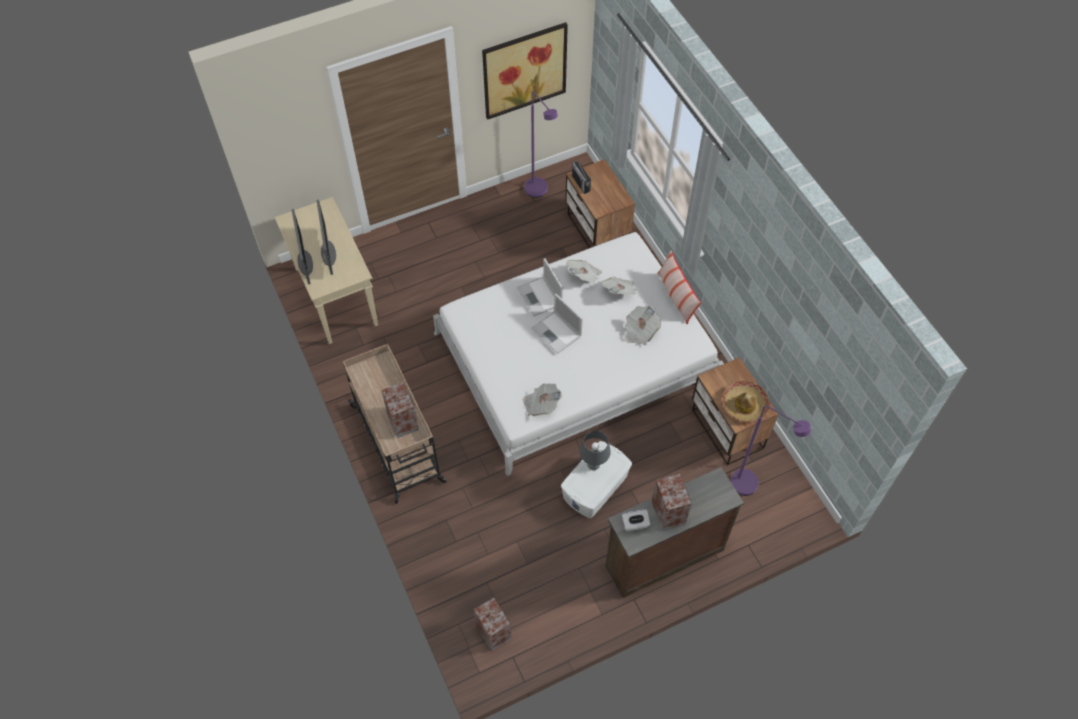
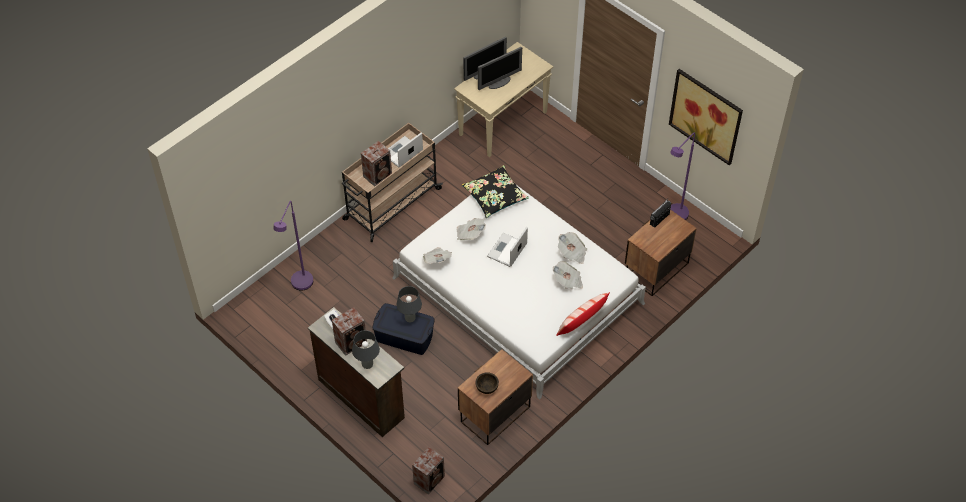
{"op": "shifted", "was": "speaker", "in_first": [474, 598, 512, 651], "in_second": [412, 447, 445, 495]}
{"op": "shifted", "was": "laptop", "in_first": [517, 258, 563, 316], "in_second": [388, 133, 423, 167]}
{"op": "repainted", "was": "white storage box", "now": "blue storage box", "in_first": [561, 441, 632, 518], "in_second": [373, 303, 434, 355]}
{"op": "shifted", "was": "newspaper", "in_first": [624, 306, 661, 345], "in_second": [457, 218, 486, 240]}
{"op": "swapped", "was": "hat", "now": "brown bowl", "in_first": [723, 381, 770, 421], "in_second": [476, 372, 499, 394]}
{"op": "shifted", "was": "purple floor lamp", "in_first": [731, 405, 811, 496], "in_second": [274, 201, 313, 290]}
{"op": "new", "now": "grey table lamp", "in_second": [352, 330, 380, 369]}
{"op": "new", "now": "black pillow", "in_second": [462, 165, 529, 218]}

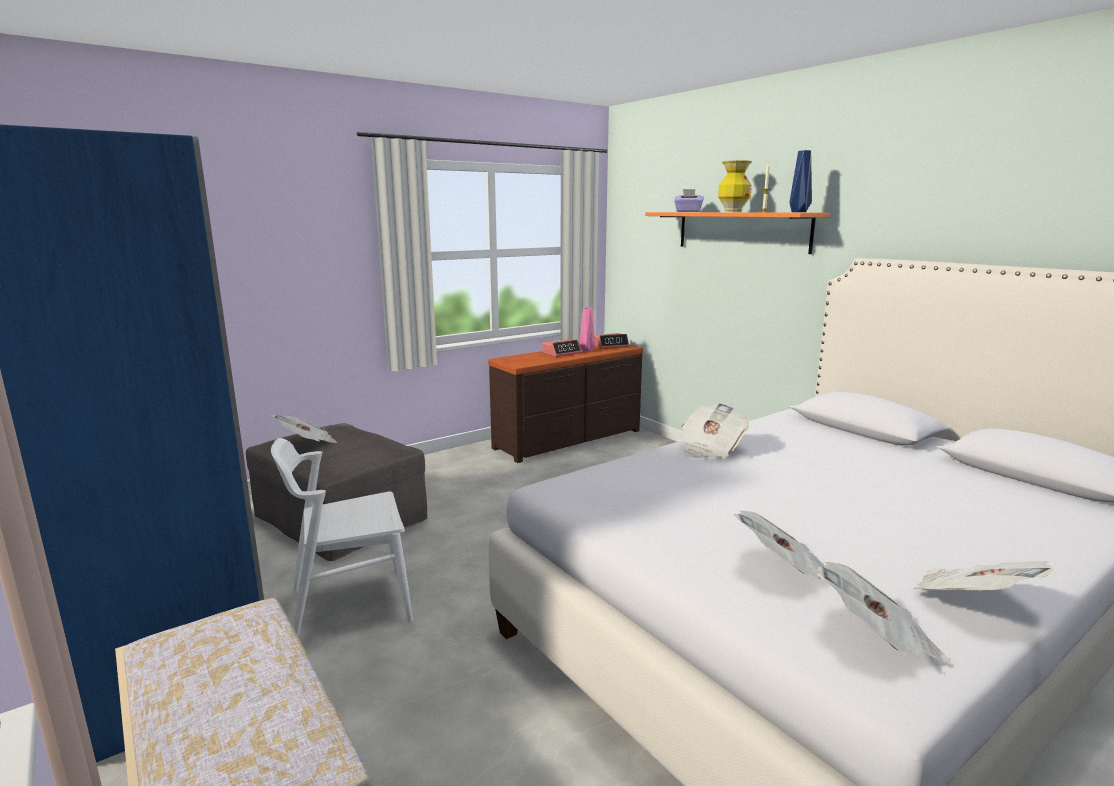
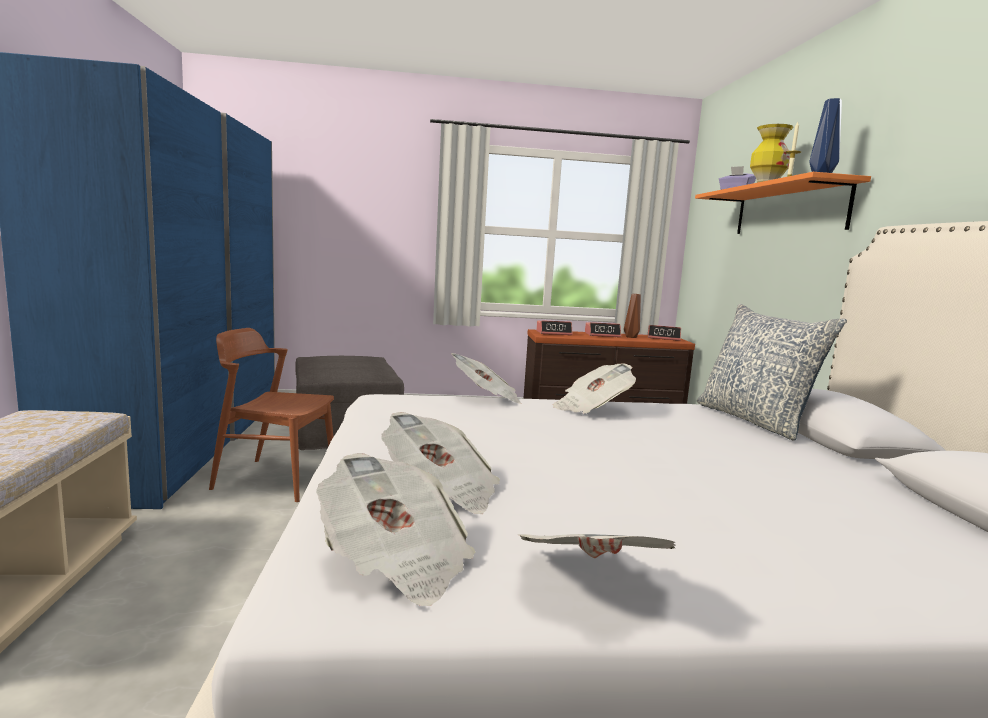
{"op": "repainted", "was": "white chair", "now": "brown chair", "in_first": [271, 438, 413, 637], "in_second": [209, 328, 334, 502]}
{"op": "shifted", "was": "newspaper", "in_first": [272, 415, 338, 443], "in_second": [451, 353, 521, 404]}
{"op": "repainted", "was": "pink vase", "now": "brown vase", "in_first": [579, 308, 595, 351], "in_second": [624, 294, 641, 338]}
{"op": "new", "now": "alarm clock", "in_second": [536, 320, 573, 335]}
{"op": "new", "now": "pillow", "in_second": [697, 304, 847, 441]}

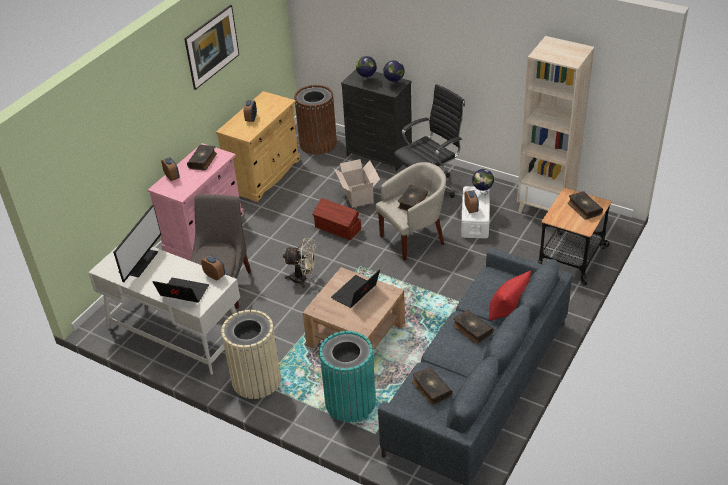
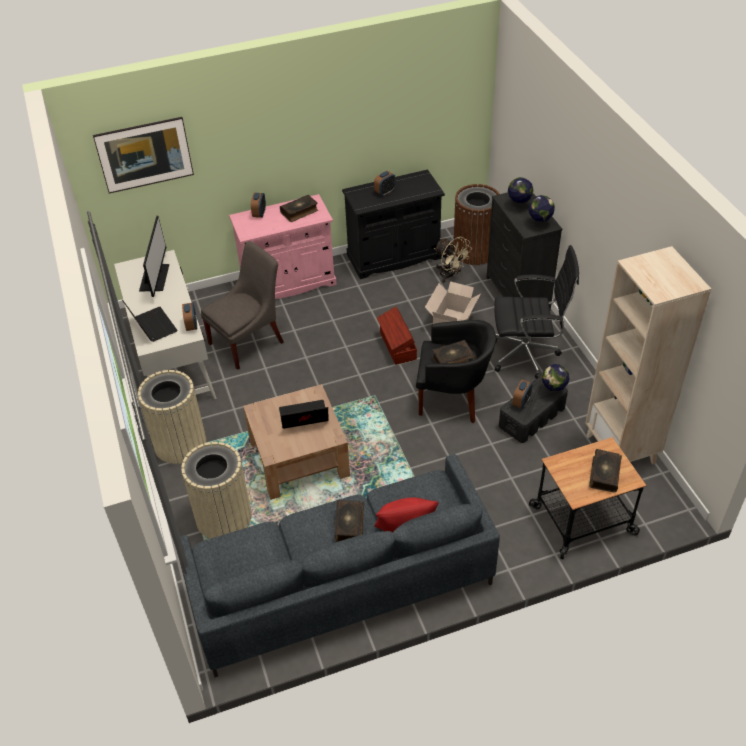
{"op": "rotated", "was": "monitor", "in_first": [113, 205, 161, 282], "in_second": [139, 216, 169, 297], "clockwise": -60}
{"op": "shifted", "was": "picture", "in_first": [184, 5, 239, 90], "in_second": [93, 117, 194, 194]}
{"op": "repainted", "was": "beige cabinet", "now": "black cabinet", "in_first": [216, 91, 300, 202], "in_second": [342, 169, 445, 279]}
{"op": "shifted", "was": "beige fan", "in_first": [283, 238, 316, 288], "in_second": [434, 237, 472, 282]}
{"op": "repainted", "was": "turquoise trash can", "now": "beige trash can", "in_first": [319, 331, 376, 422], "in_second": [181, 442, 252, 539]}
{"op": "repainted", "was": "beige armchair", "now": "black armchair", "in_first": [376, 162, 446, 261], "in_second": [416, 320, 496, 423]}
{"op": "gone", "was": "book", "in_first": [412, 367, 452, 406]}
{"op": "repainted", "was": "white storage box", "now": "black storage box", "in_first": [461, 186, 490, 238], "in_second": [499, 375, 568, 443]}

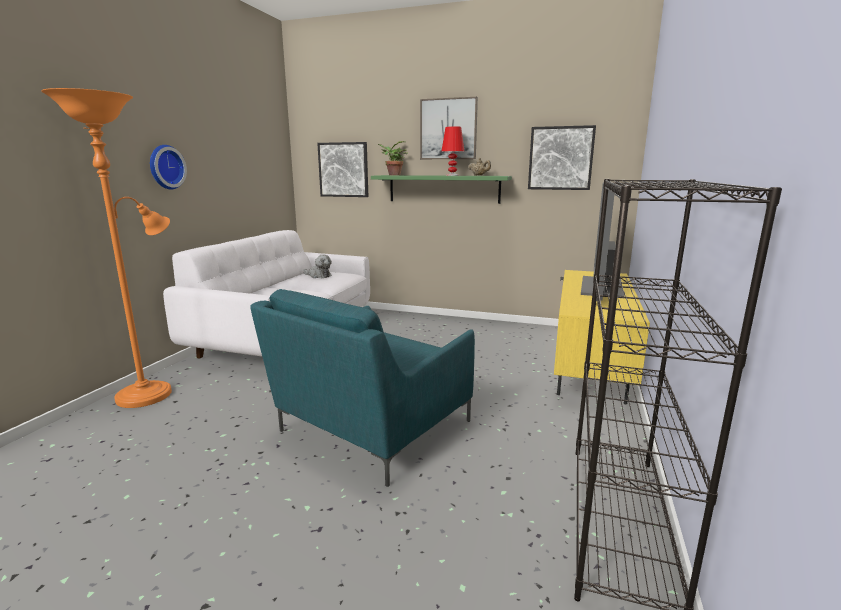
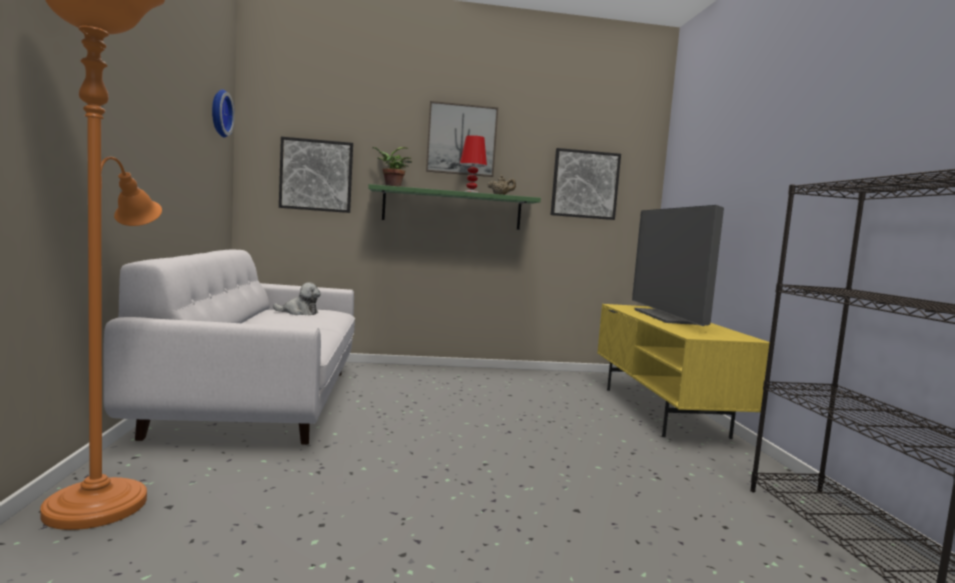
{"op": "shifted", "was": "wall clock", "in_first": [150, 145, 187, 189], "in_second": [212, 89, 235, 137]}
{"op": "gone", "was": "turquoise armchair", "in_first": [250, 289, 475, 487]}

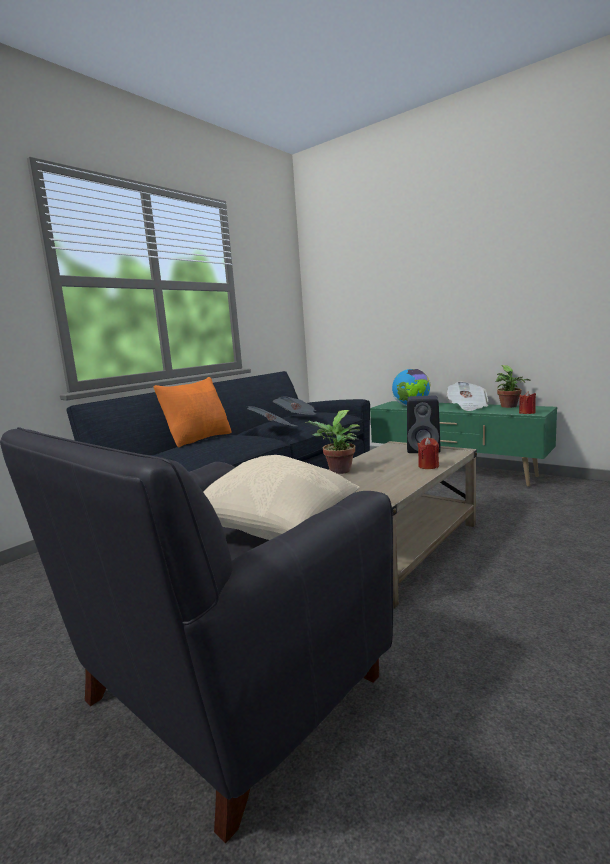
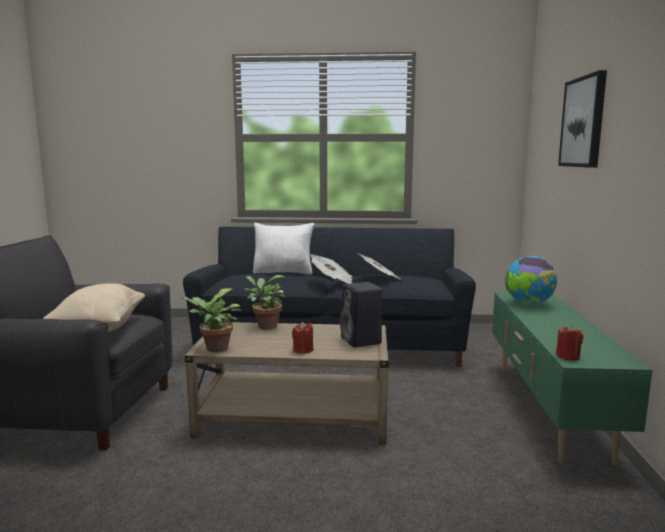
{"op": "repainted", "was": "orange pillow", "now": "white pillow", "in_first": [154, 377, 232, 447], "in_second": [253, 223, 314, 275]}
{"op": "gone", "was": "newspaper", "in_first": [447, 381, 488, 411]}
{"op": "shifted", "was": "potted plant", "in_first": [496, 365, 531, 408], "in_second": [180, 288, 241, 352]}
{"op": "new", "now": "picture", "in_second": [558, 70, 607, 168]}

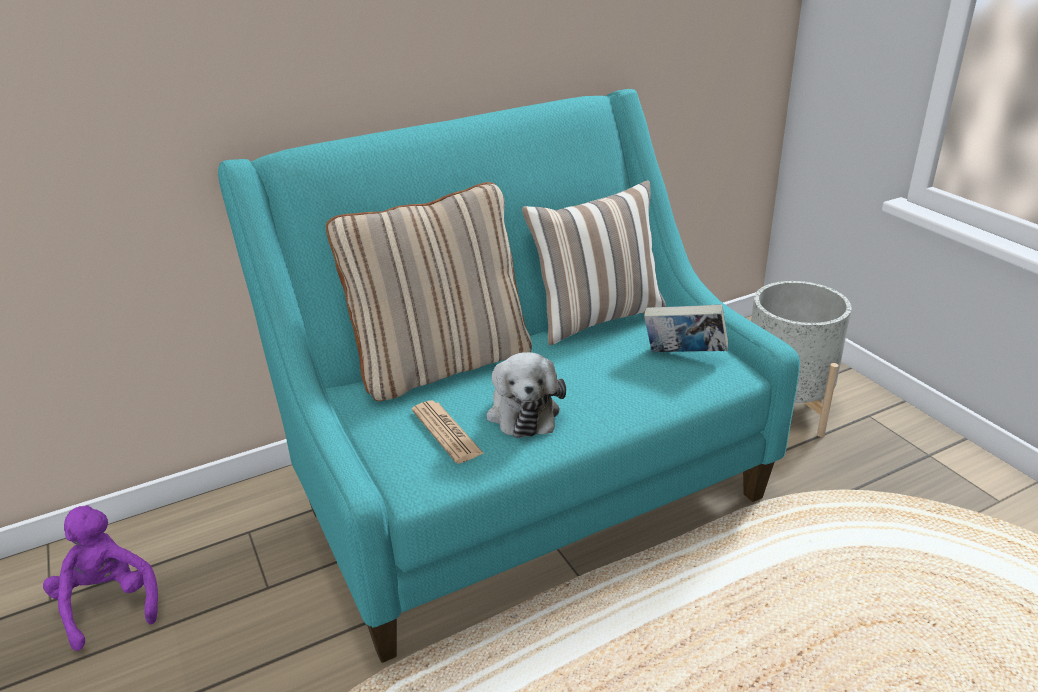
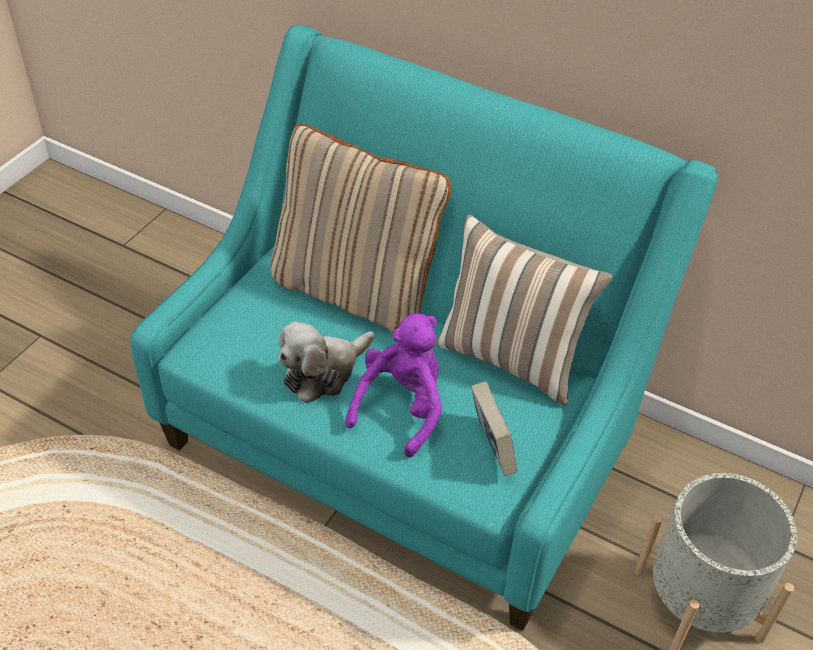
{"op": "shifted", "was": "purple plush toy", "in_first": [43, 505, 158, 651], "in_second": [345, 313, 442, 458]}
{"op": "gone", "was": "newspaper", "in_first": [412, 401, 484, 464]}

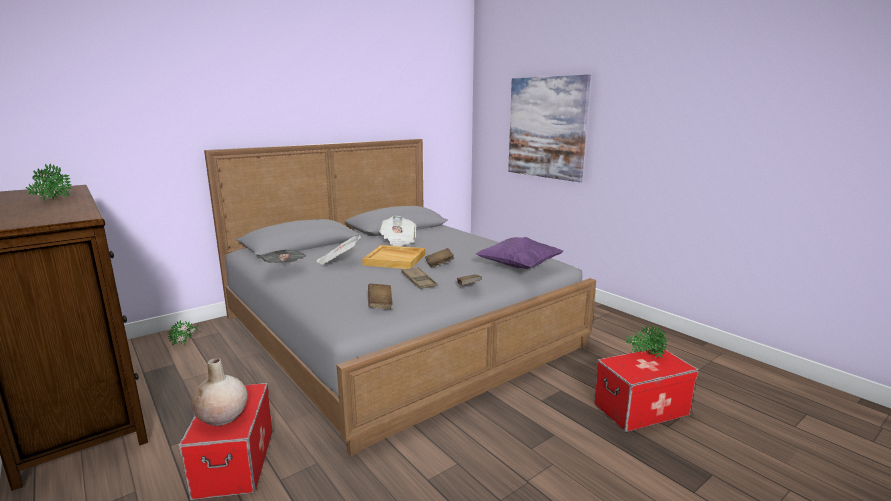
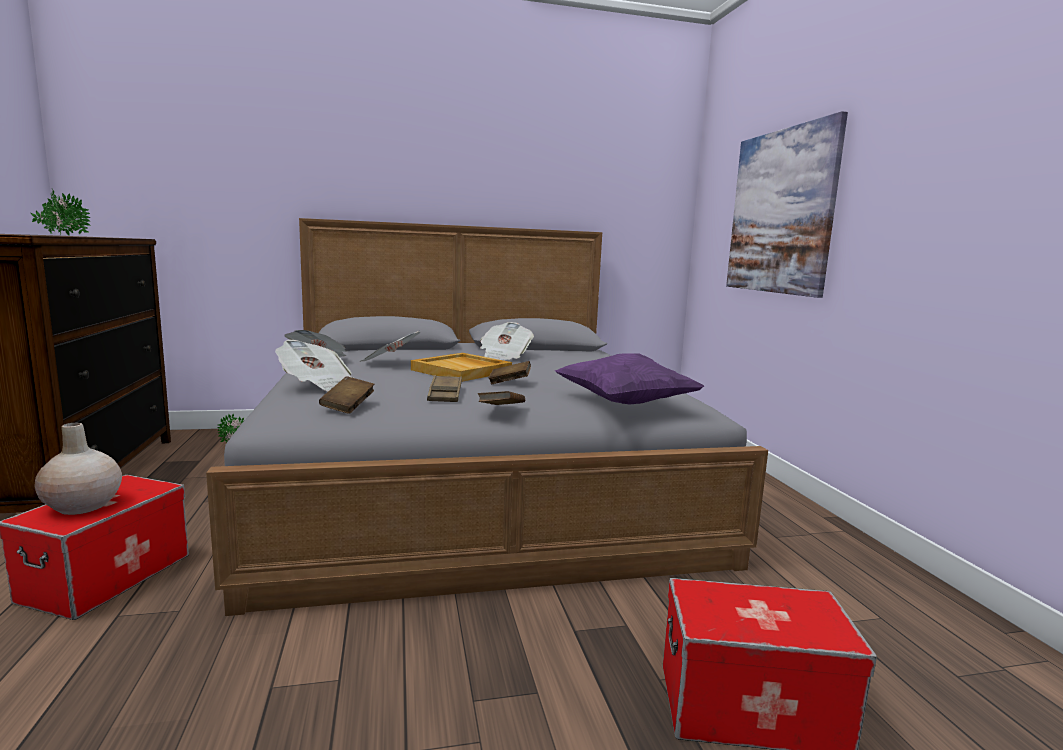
{"op": "shifted", "was": "potted plant", "in_first": [625, 325, 667, 358], "in_second": [43, 189, 67, 236]}
{"op": "new", "now": "newspaper", "in_second": [275, 340, 353, 391]}

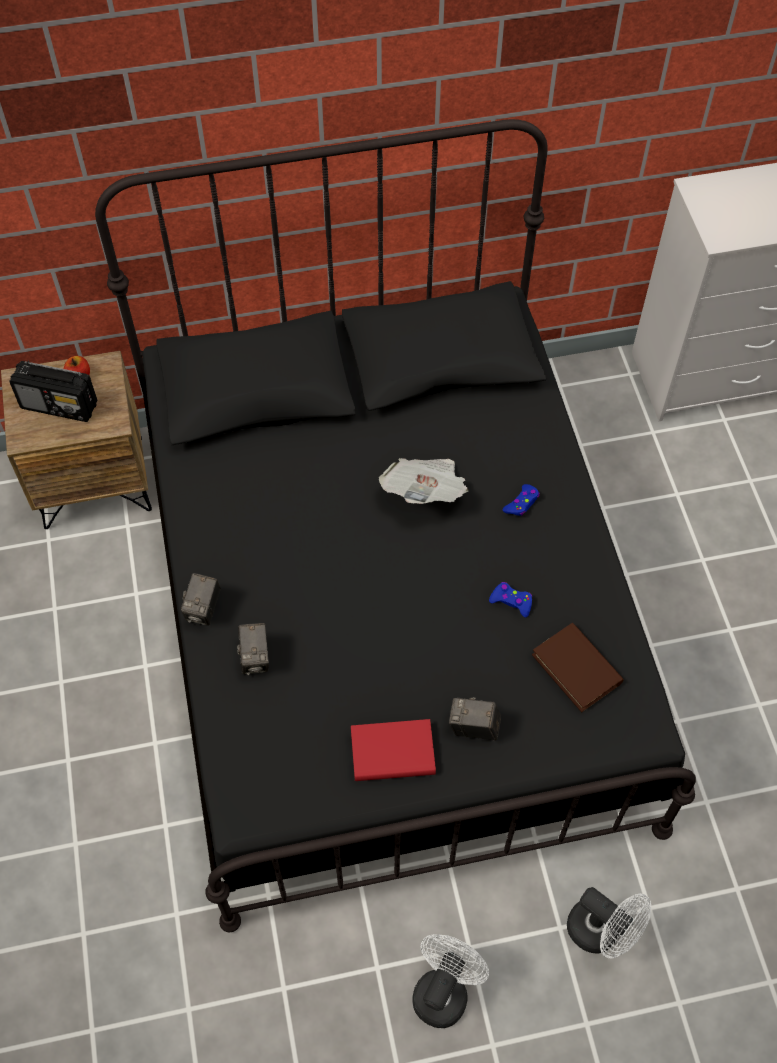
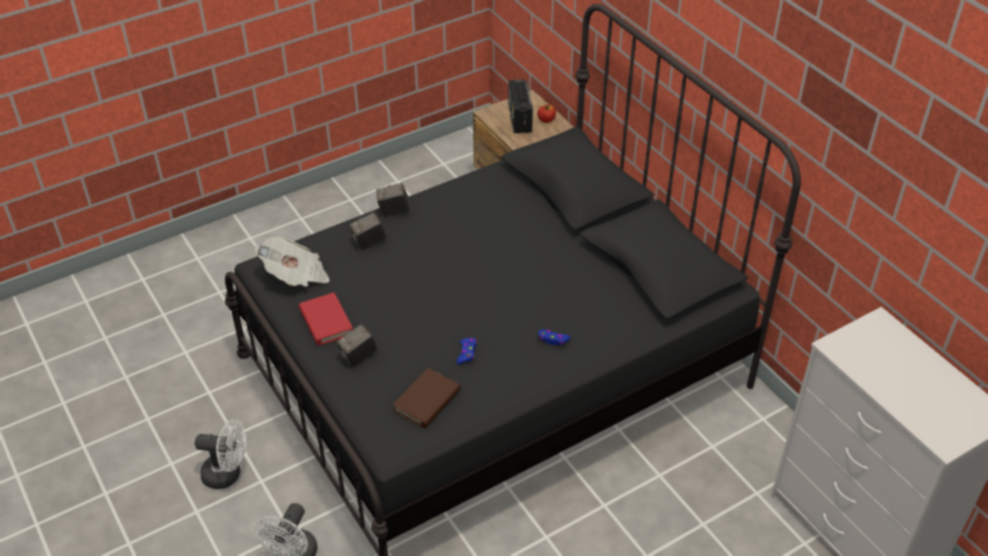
{"op": "shifted", "was": "newspaper", "in_first": [379, 458, 468, 504], "in_second": [255, 236, 330, 287]}
{"op": "rotated", "was": "photo camera", "in_first": [449, 697, 501, 741], "in_second": [337, 324, 378, 367], "clockwise": -120}

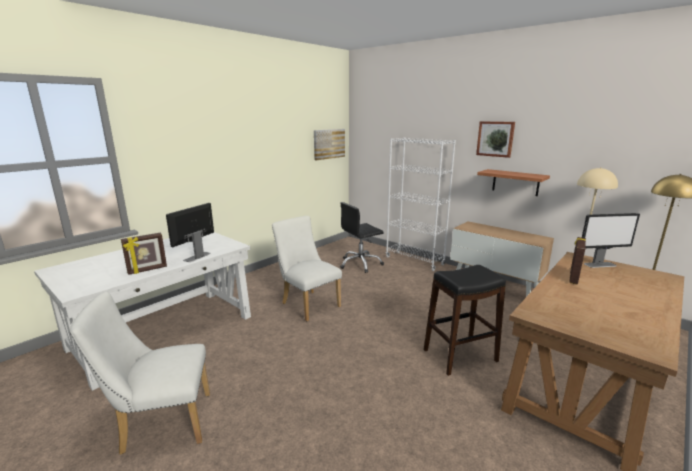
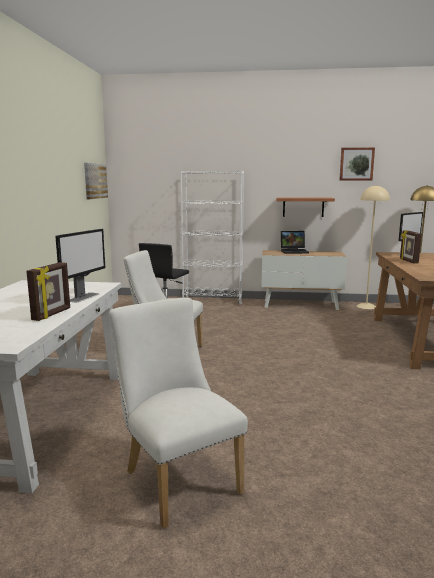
{"op": "rotated", "was": "white chair", "in_first": [69, 291, 210, 455], "in_second": [109, 298, 248, 529], "clockwise": 105}
{"op": "rotated", "was": "monitor", "in_first": [166, 203, 214, 262], "in_second": [55, 229, 105, 302], "clockwise": -150}
{"op": "gone", "was": "black stool", "in_first": [424, 265, 506, 376]}
{"op": "shifted", "was": "picture", "in_first": [476, 121, 515, 158], "in_second": [339, 147, 375, 181]}
{"op": "new", "now": "laptop", "in_second": [281, 231, 309, 254]}

